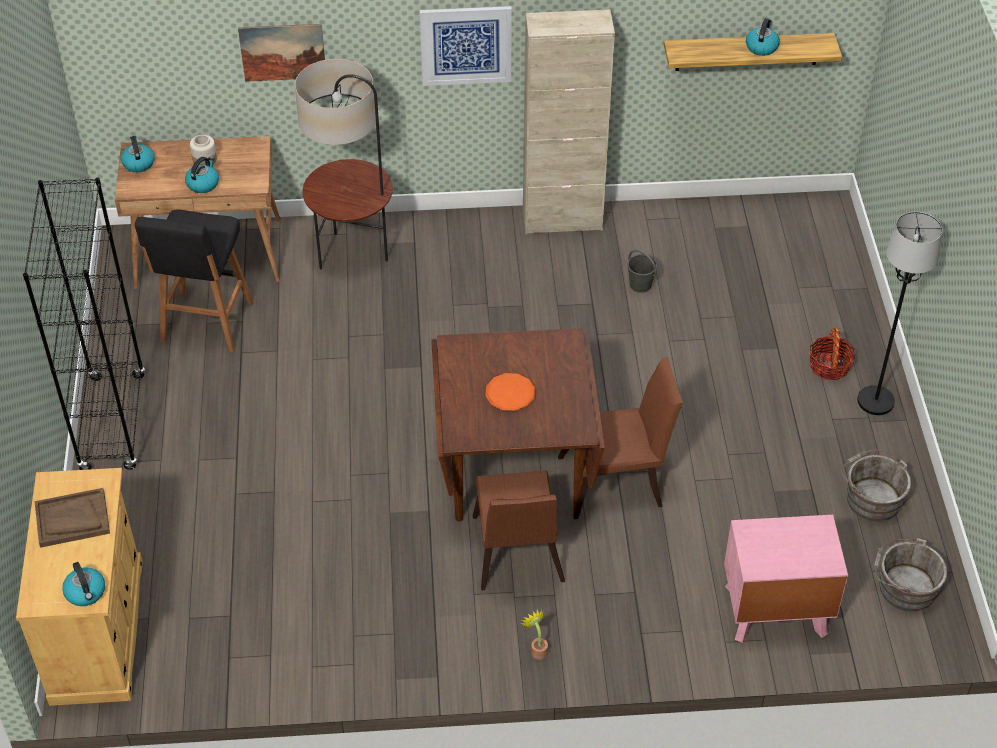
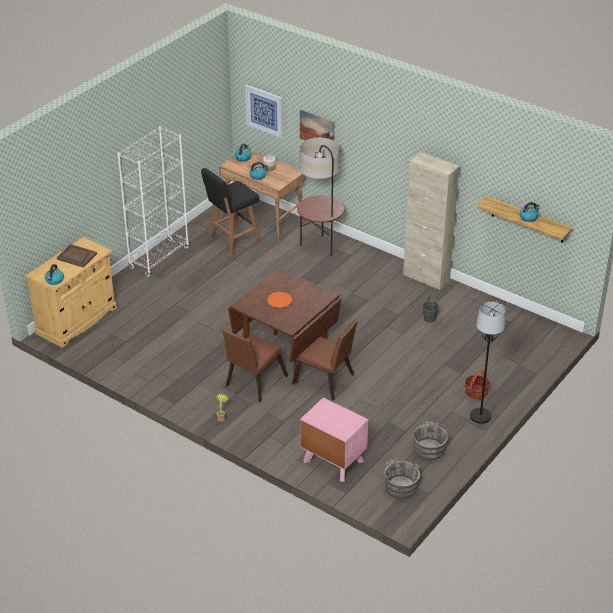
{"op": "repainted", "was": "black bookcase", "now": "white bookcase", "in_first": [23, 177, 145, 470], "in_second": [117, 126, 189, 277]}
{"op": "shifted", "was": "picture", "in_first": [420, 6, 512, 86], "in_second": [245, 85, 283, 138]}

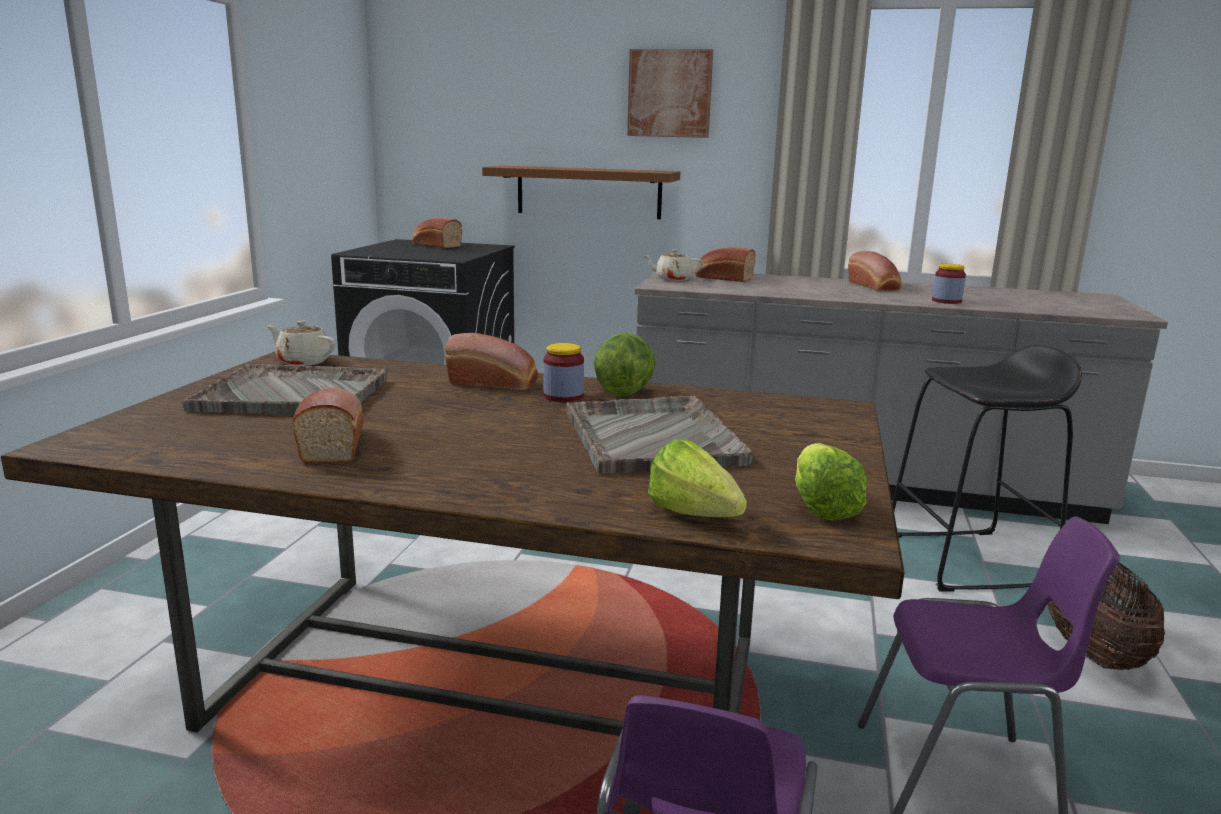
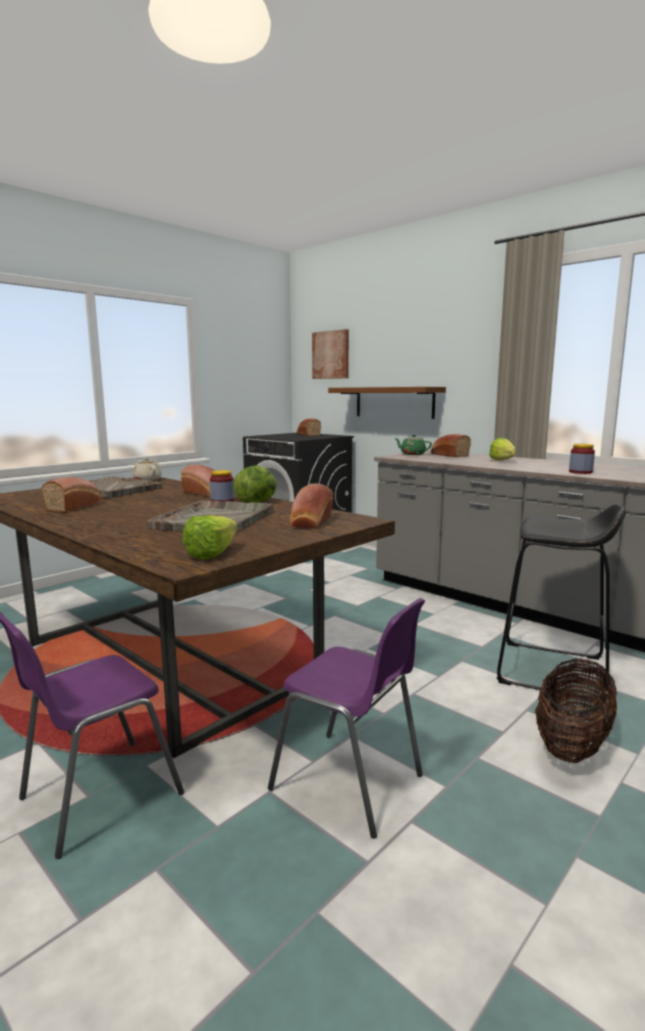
{"op": "shifted", "was": "picture", "in_first": [627, 49, 713, 138], "in_second": [312, 329, 349, 379]}
{"op": "repainted", "was": "beige teapot", "now": "green teapot", "in_first": [643, 249, 703, 281], "in_second": [394, 435, 432, 455]}
{"op": "shifted", "was": "lettuce", "in_first": [648, 439, 747, 517], "in_second": [489, 438, 516, 461]}
{"op": "shifted", "was": "bread", "in_first": [848, 251, 902, 291], "in_second": [290, 483, 333, 529]}

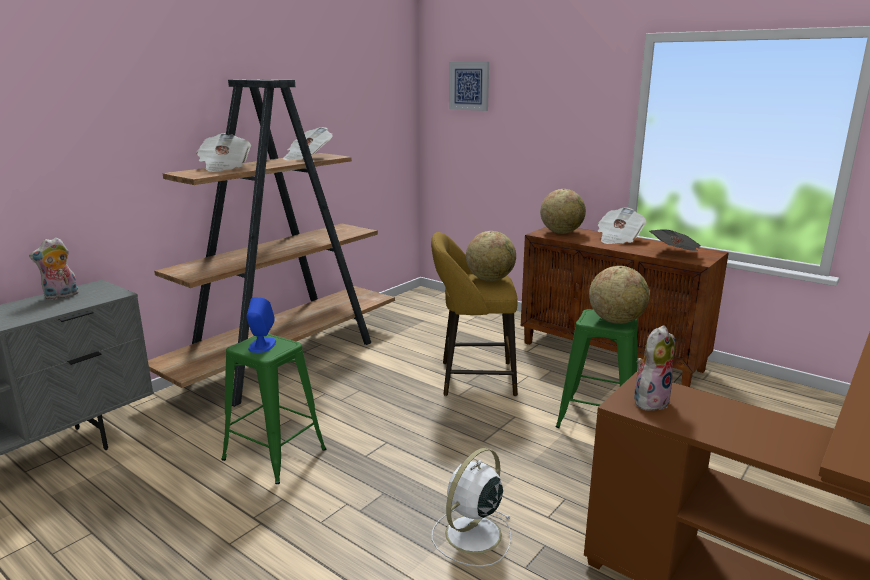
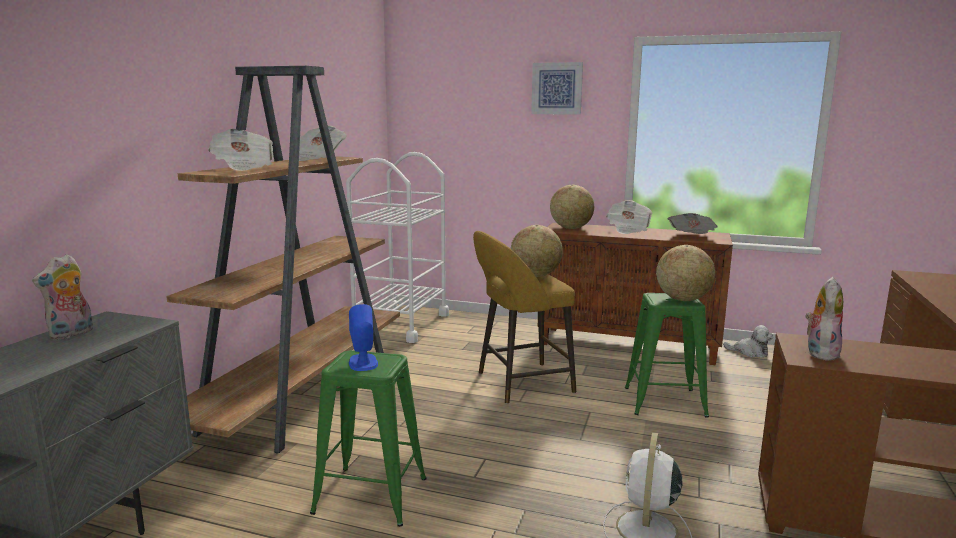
{"op": "shifted", "was": "picture", "in_first": [449, 62, 489, 111], "in_second": [531, 62, 583, 115]}
{"op": "new", "now": "white cart", "in_second": [346, 152, 449, 343]}
{"op": "new", "now": "plush toy", "in_second": [723, 325, 773, 358]}

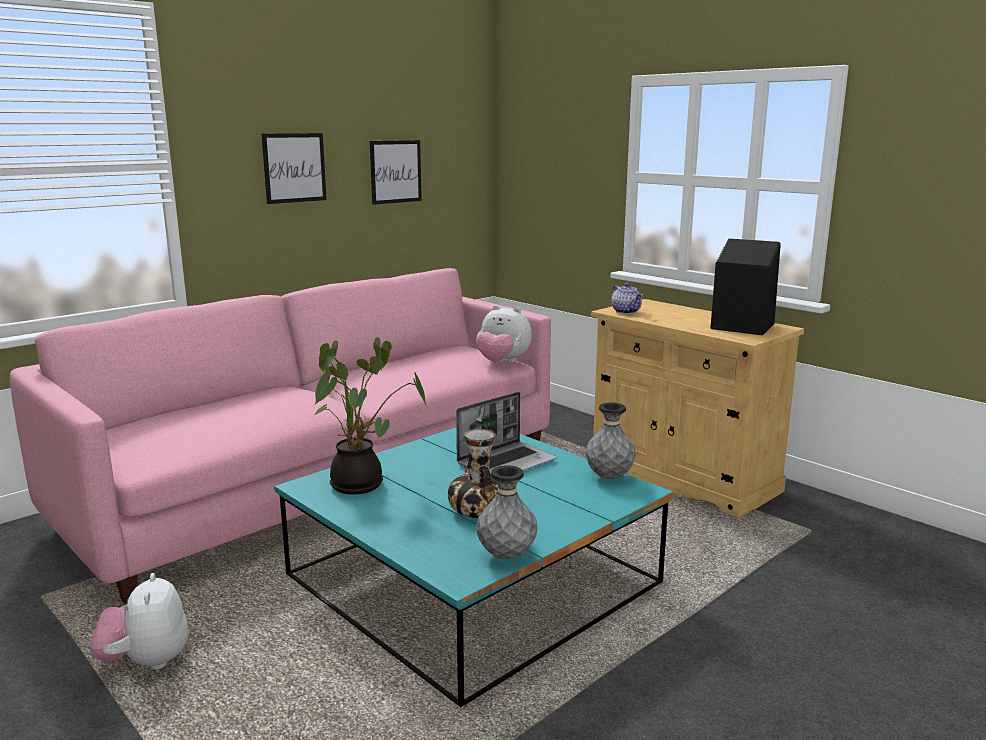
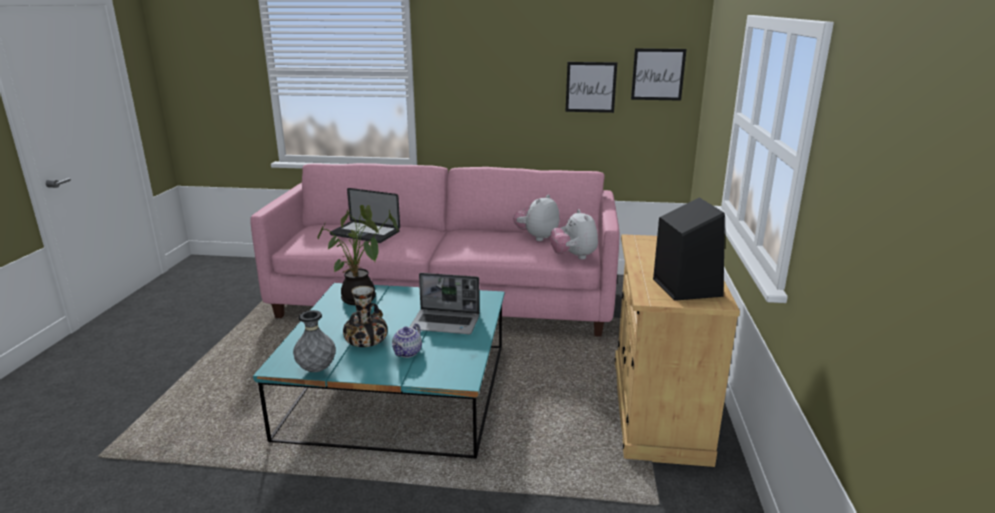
{"op": "shifted", "was": "plush toy", "in_first": [90, 573, 188, 669], "in_second": [513, 195, 559, 241]}
{"op": "shifted", "was": "picture", "in_first": [262, 133, 327, 204], "in_second": [631, 48, 687, 101]}
{"op": "gone", "was": "grey vase", "in_first": [585, 402, 636, 479]}
{"op": "shifted", "was": "teapot", "in_first": [612, 283, 643, 314], "in_second": [392, 323, 422, 358]}
{"op": "new", "now": "laptop", "in_second": [330, 188, 400, 243]}

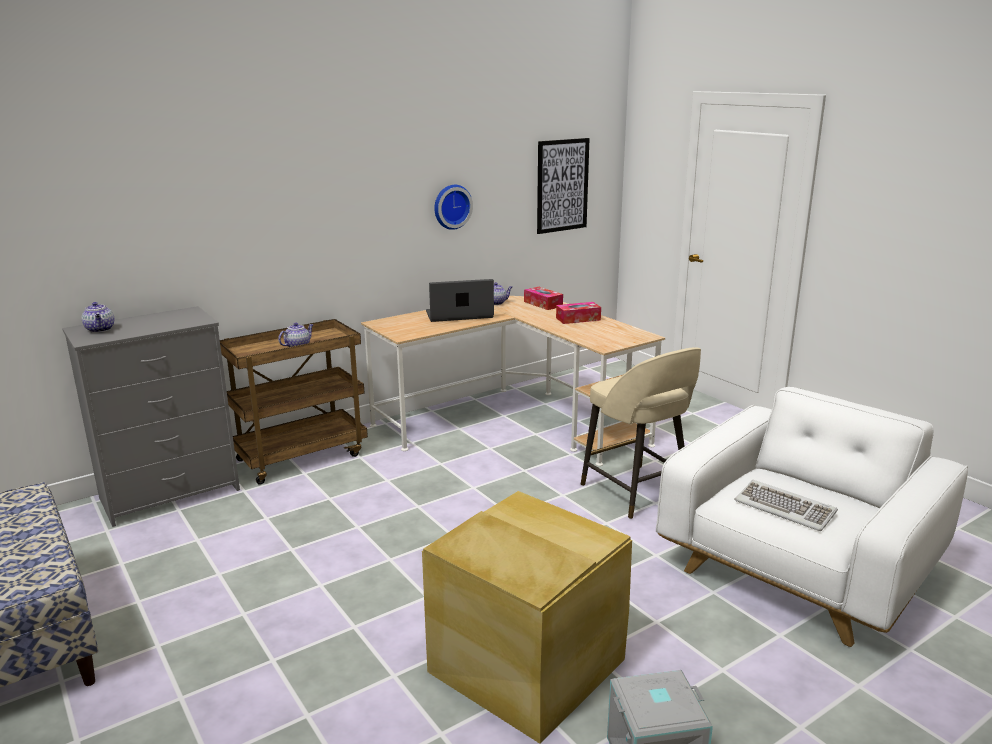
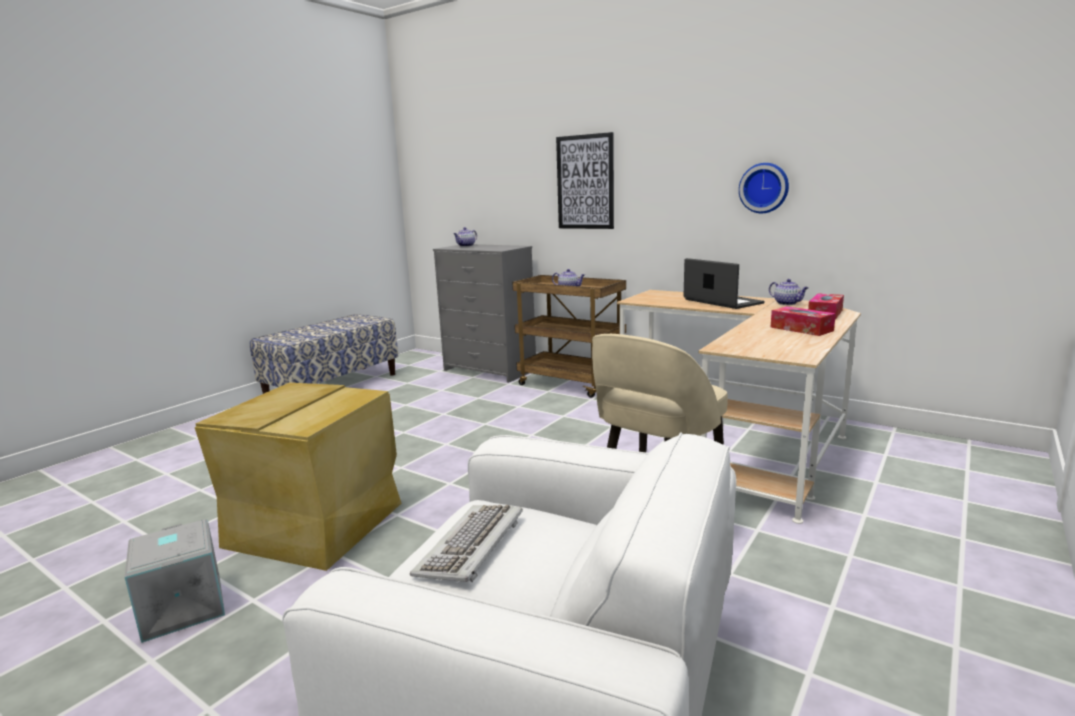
{"op": "shifted", "was": "picture", "in_first": [537, 138, 590, 234], "in_second": [556, 132, 614, 229]}

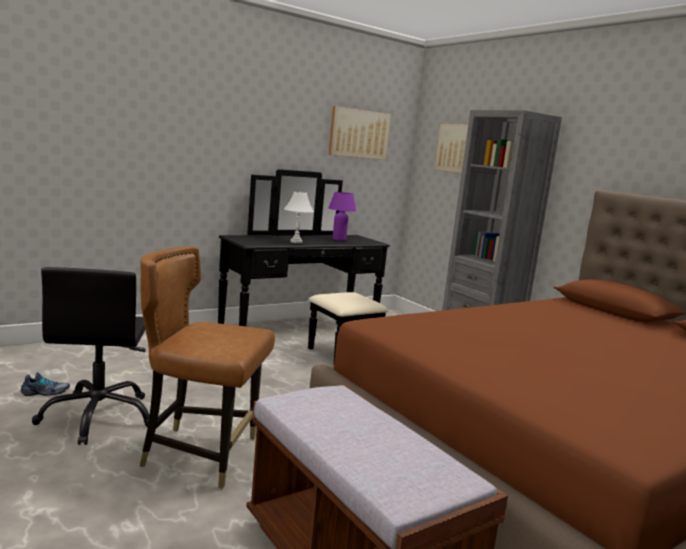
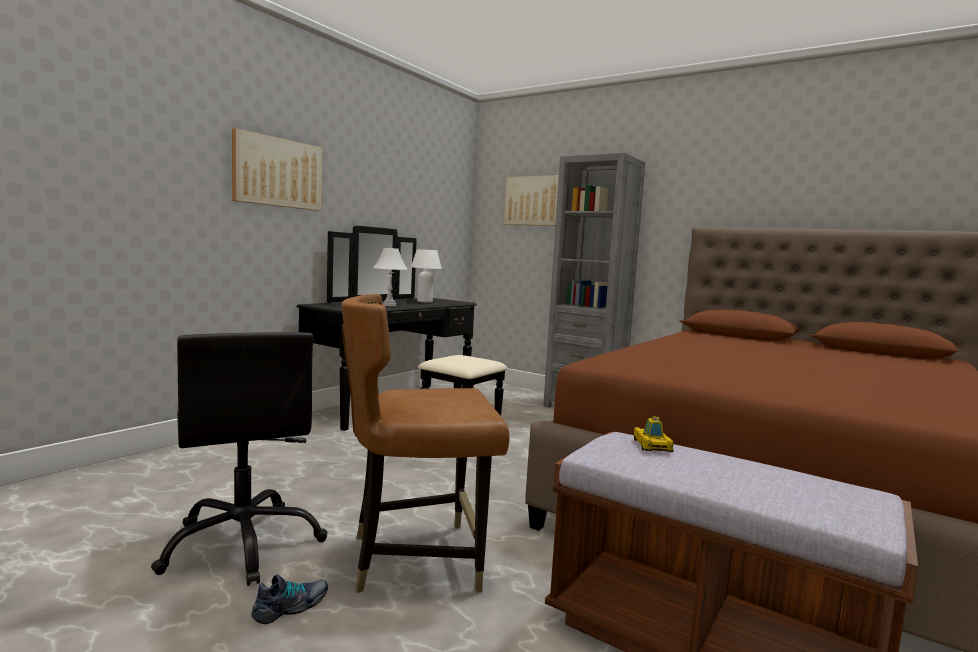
{"op": "shifted", "was": "shoe", "in_first": [21, 372, 70, 396], "in_second": [251, 575, 328, 624]}
{"op": "shifted", "was": "picture", "in_first": [329, 106, 391, 160], "in_second": [232, 128, 322, 211]}
{"op": "repainted", "was": "purple table lamp", "now": "white table lamp", "in_first": [329, 192, 356, 241], "in_second": [411, 249, 442, 303]}
{"op": "new", "now": "toy car", "in_second": [634, 416, 674, 452]}

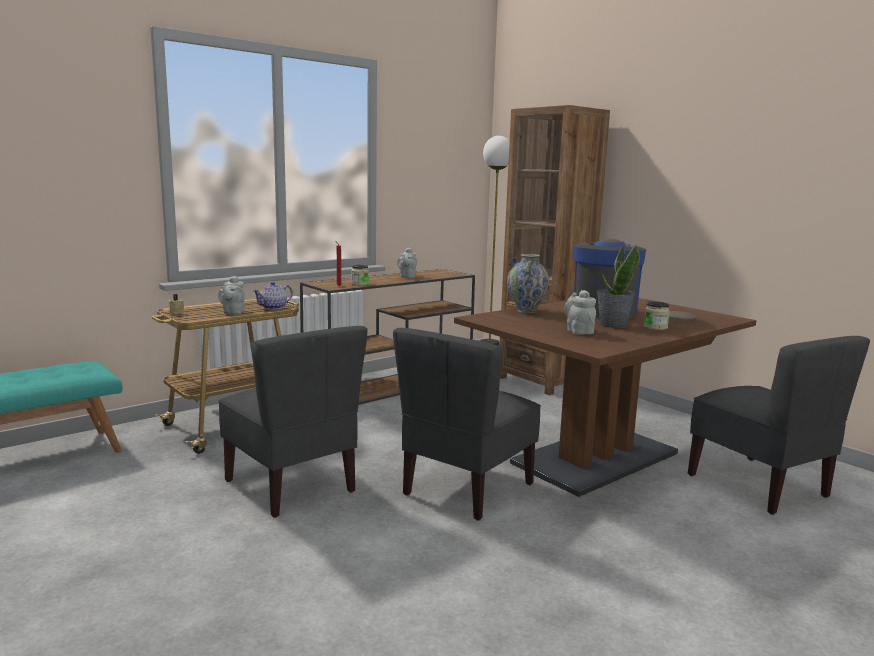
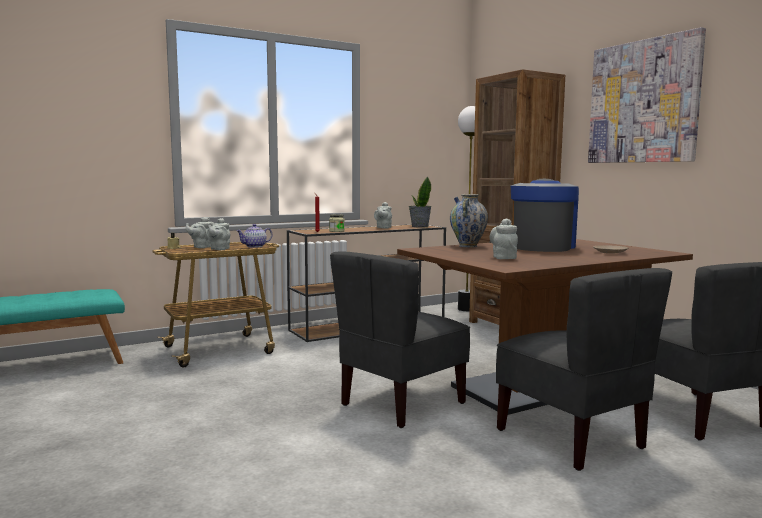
{"op": "shifted", "was": "grey chair", "in_first": [218, 326, 368, 518], "in_second": [496, 268, 672, 471]}
{"op": "shifted", "was": "potted plant", "in_first": [597, 244, 640, 328], "in_second": [409, 177, 431, 227]}
{"op": "gone", "was": "jar", "in_first": [644, 301, 670, 330]}
{"op": "new", "now": "grey teapot", "in_second": [186, 217, 214, 248]}
{"op": "new", "now": "picture", "in_second": [588, 27, 706, 163]}

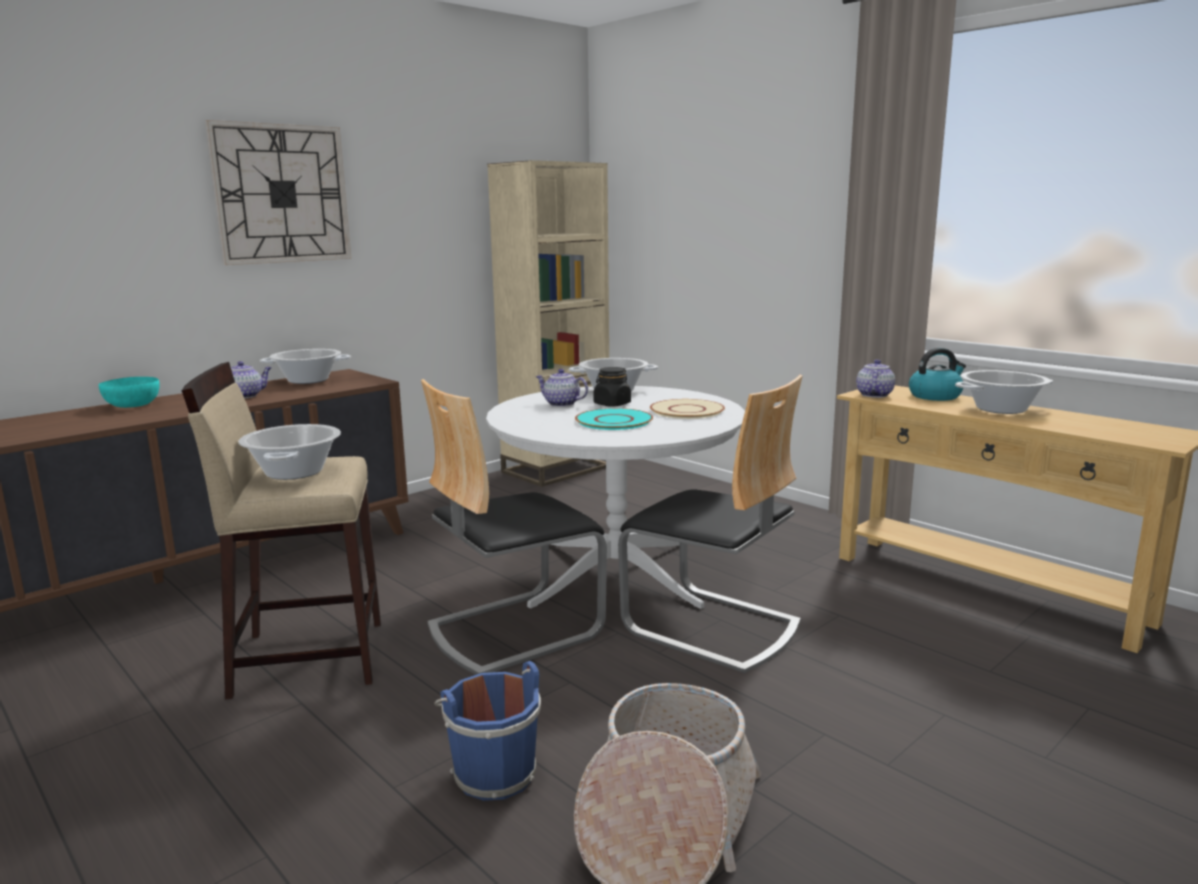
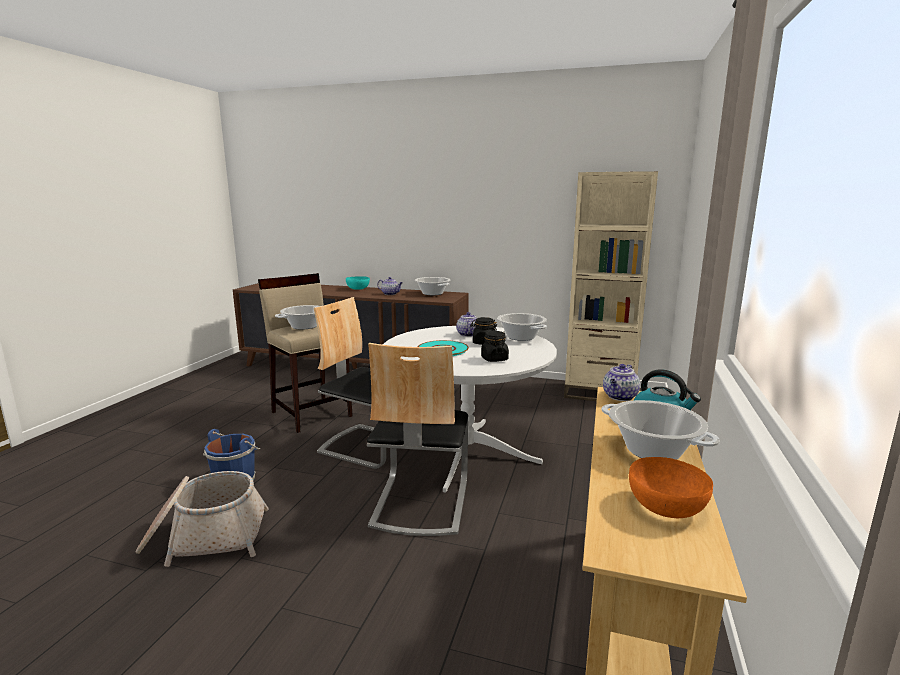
{"op": "gone", "was": "wall clock", "in_first": [205, 120, 351, 265]}
{"op": "swapped", "was": "beige plate", "now": "black jar", "in_first": [650, 399, 725, 419], "in_second": [481, 331, 509, 362]}
{"op": "rotated", "was": "teapot", "in_first": [856, 359, 895, 398], "in_second": [603, 364, 640, 401], "clockwise": 135}
{"op": "new", "now": "orange bowl", "in_second": [629, 457, 713, 518]}

